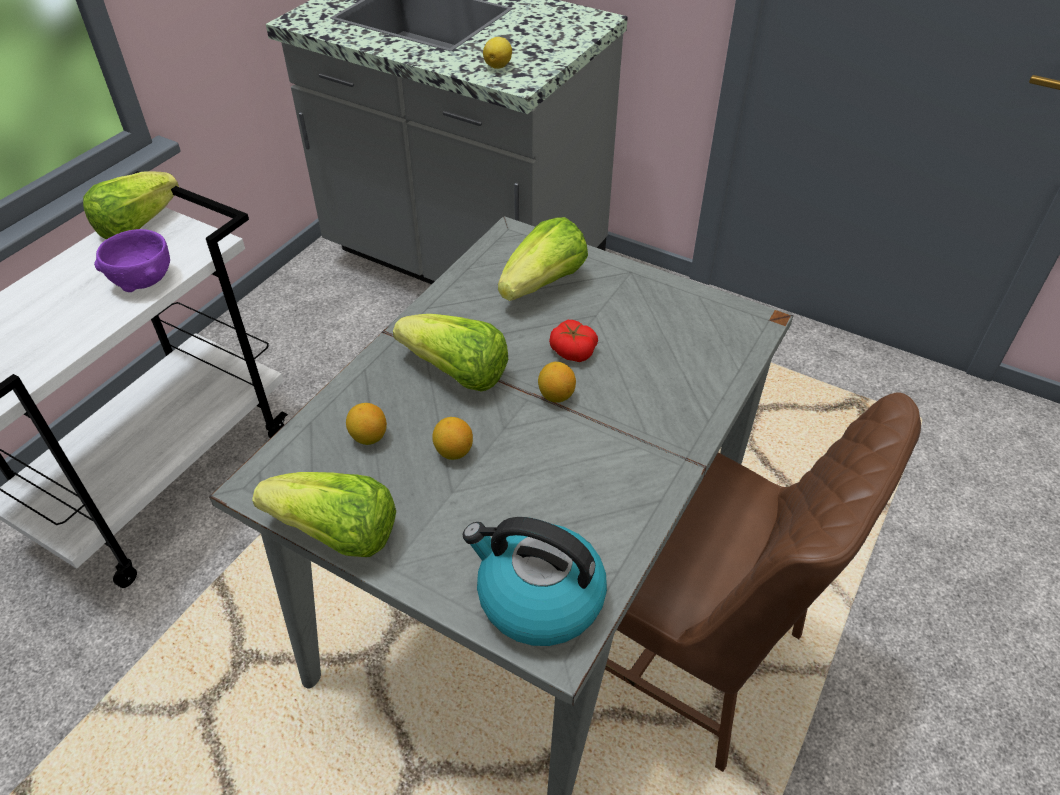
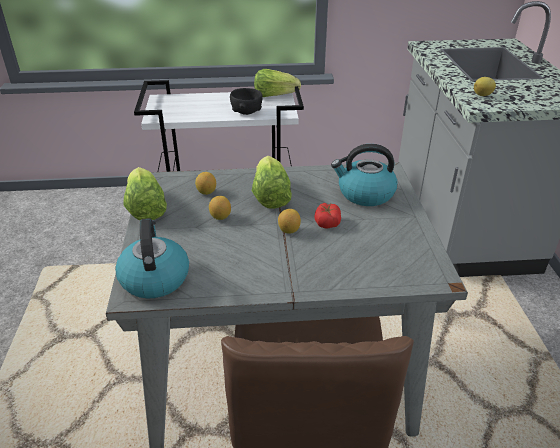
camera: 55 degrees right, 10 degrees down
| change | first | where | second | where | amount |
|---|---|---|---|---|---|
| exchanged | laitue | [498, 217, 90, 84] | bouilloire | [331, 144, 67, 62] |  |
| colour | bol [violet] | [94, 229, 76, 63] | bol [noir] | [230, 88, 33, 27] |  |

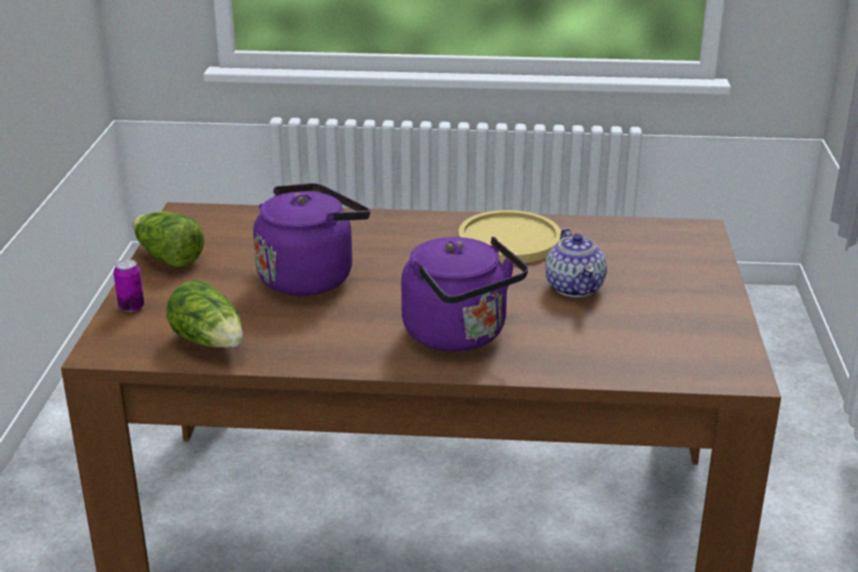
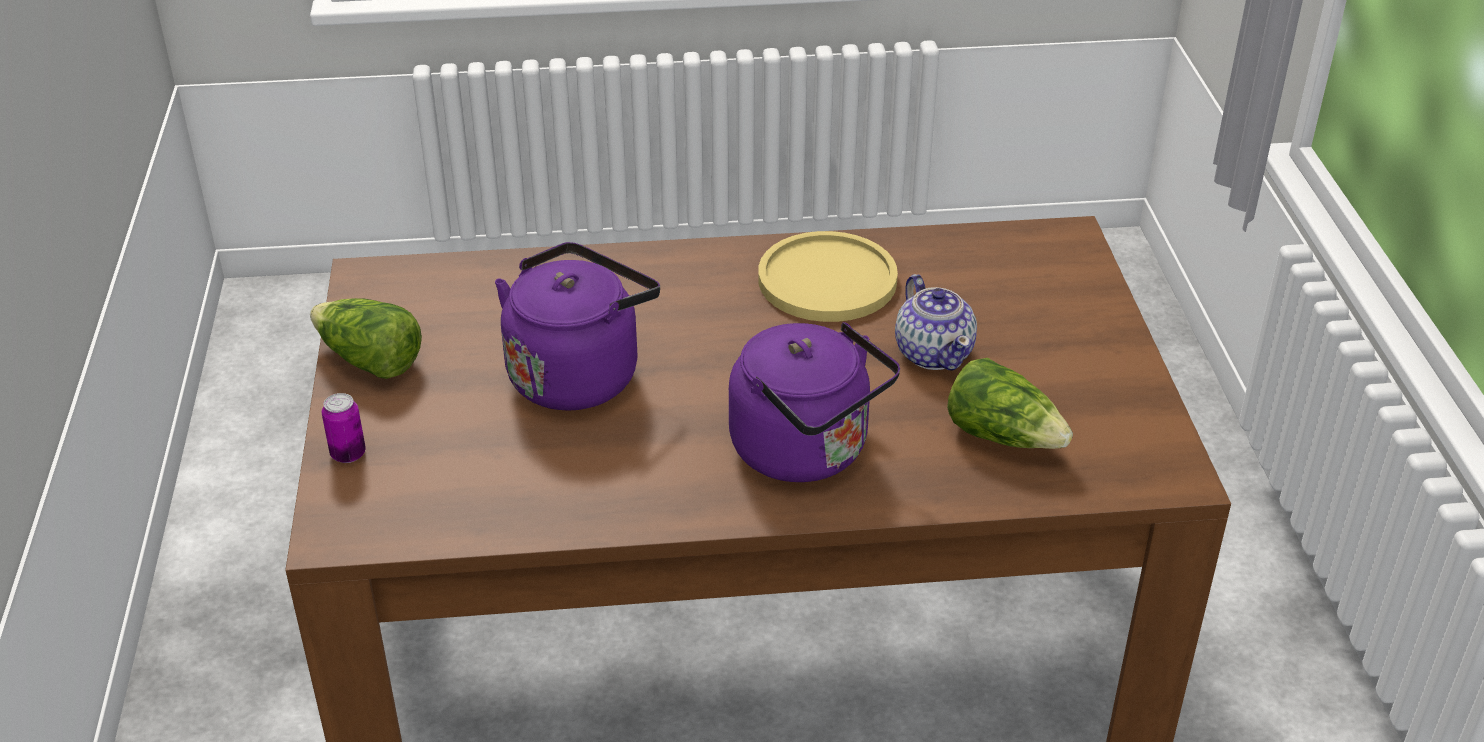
camera: 10 degrees left, 10 degrees up
| change | first | where | second | where | amount |
|---|---|---|---|---|---|
| relocated | laitue | [166, 280, 77, 68] |  | [947, 358, 126, 91] |  |

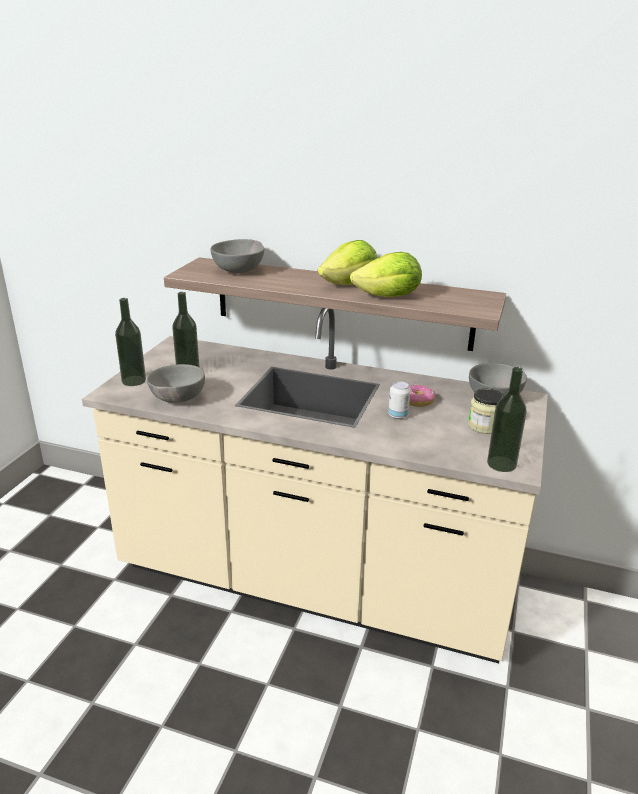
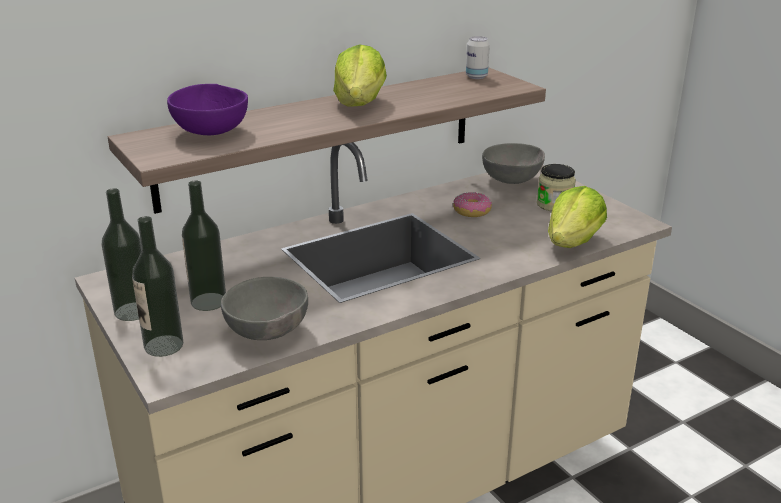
camera: 50 degrees left, 0 degrees up
| change | first | where | second | where | amount |
|---|---|---|---|---|---|
| colour | bol [gris] | [211, 239, 53, 34] | bol [violet] | [167, 84, 81, 51] |  |
| relocated | laitue | [350, 252, 72, 45] |  | [548, 186, 59, 62] |  |
| relocated | bouteille | [487, 367, 40, 105] |  | [101, 188, 41, 133] |  |
| relocated | boîte métallique | [388, 381, 22, 38] |  | [466, 36, 24, 43] |  |

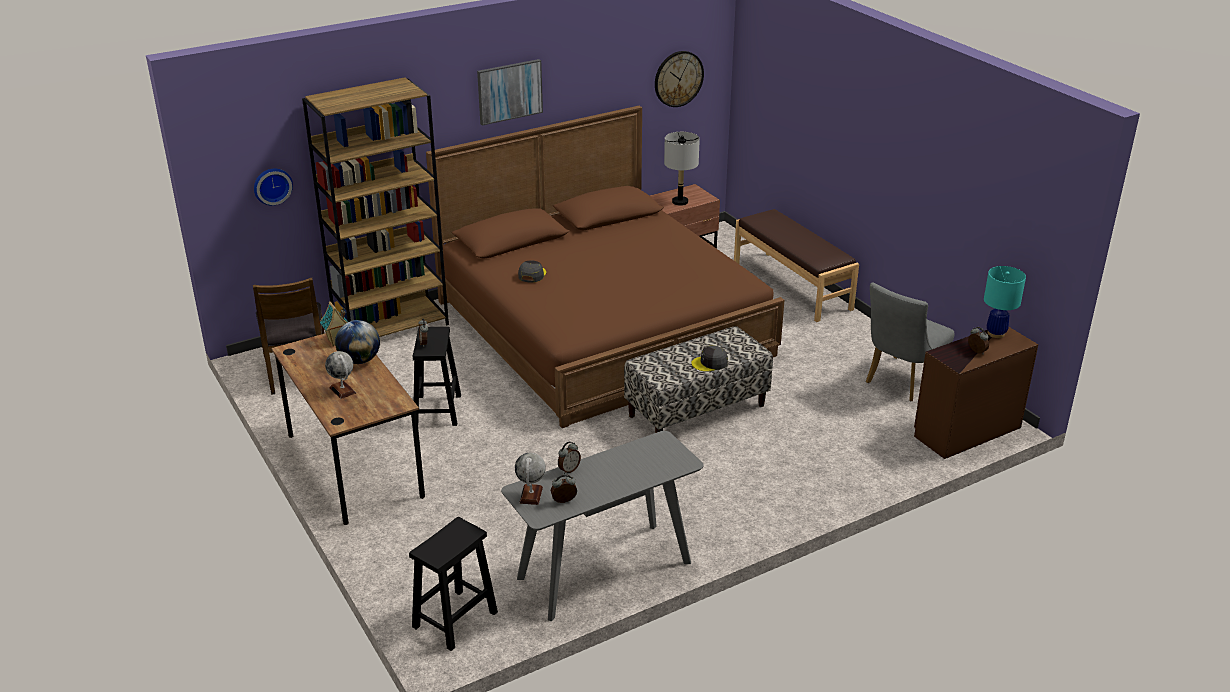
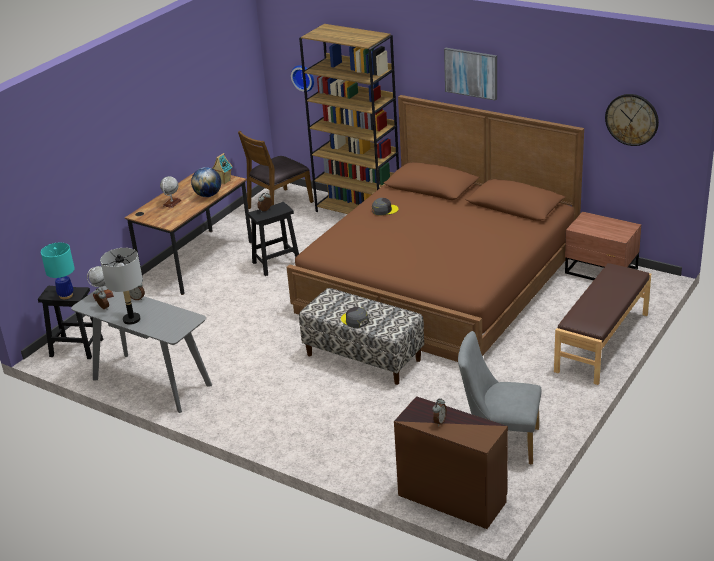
camera: 65 degrees right, 0 degrees up
| change | first | where | second | where | amount |
|---|---|---|---|---|---|
| relocated | lampe de table [gris] | [664, 132, 36, 74] |  | [100, 248, 43, 77] |  |
| relocated | lampe de table [turquoise] | [984, 266, 42, 72] |  | [41, 243, 34, 56] |  |

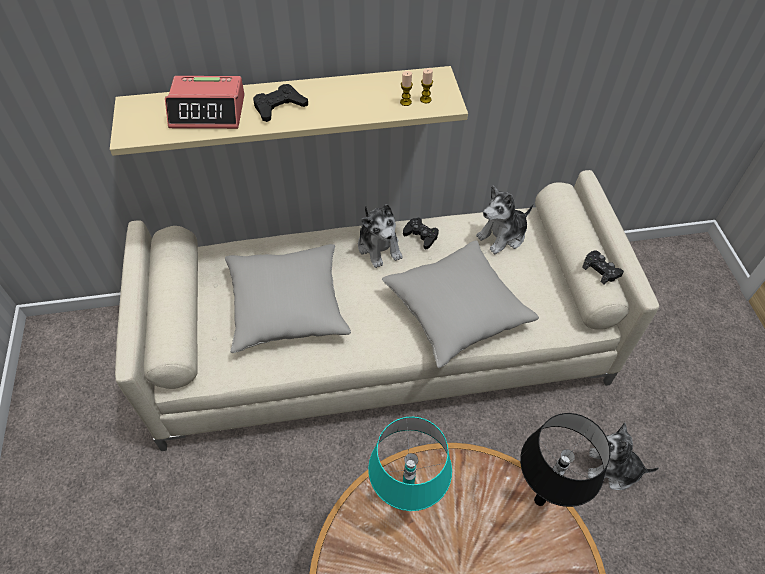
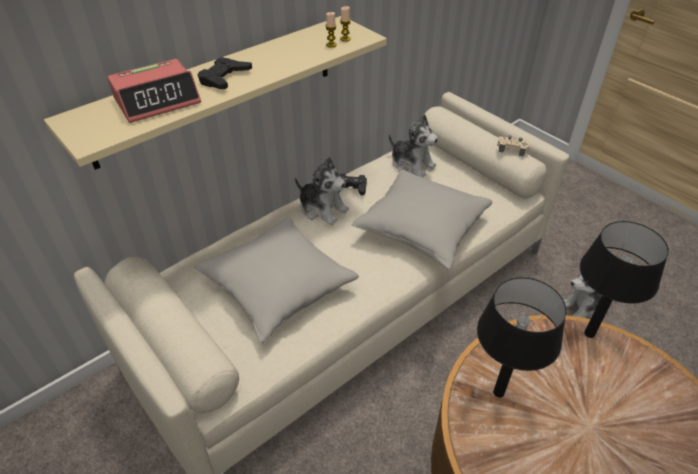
camera: 30 degrees left, 10 degrees down
| change | first | where | second | where | amount |
|---|---|---|---|---|---|
| spun | peluche | [476, 185, 57, 69] |  | [389, 114, 49, 64] | 75 degrees counterclockwise |
| colour | manette [noir] | [582, 250, 42, 34] | manette [beige] | [497, 135, 34, 21] |  |
| colour | lampe de table [turquoise] | [368, 417, 84, 94] | lampe de table [noir] | [477, 277, 89, 121] |  |

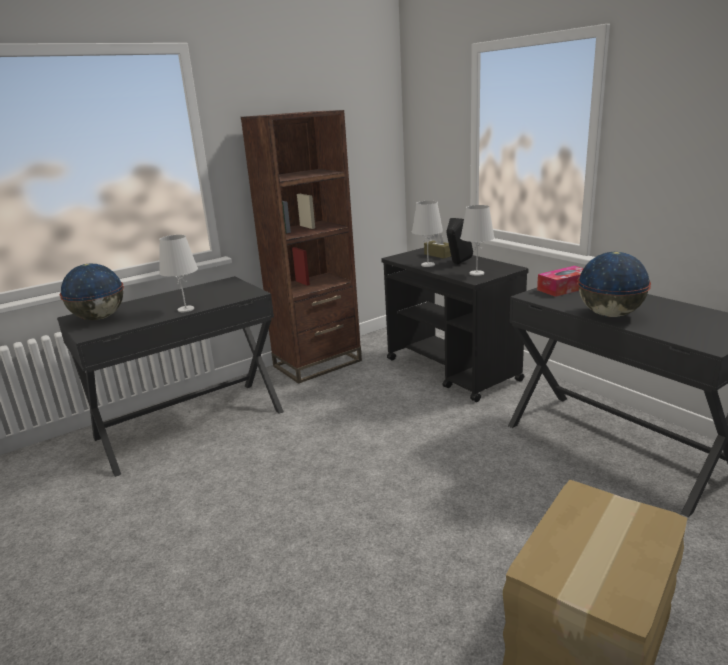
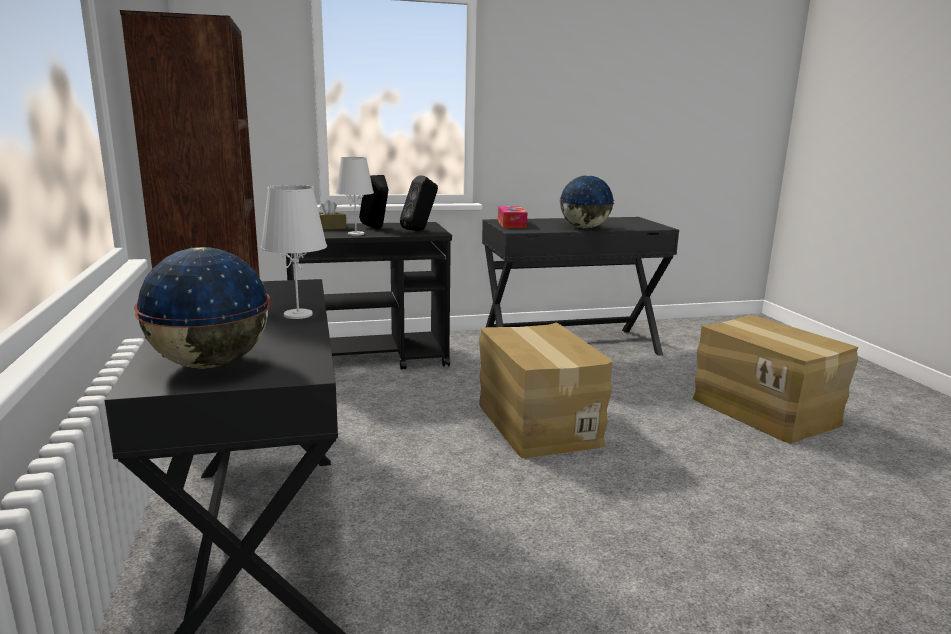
camera: 70 degrees left, 5 degrees down
| change | first | where | second | where | amount |
|---|---|---|---|---|---|
| exchanged | lampe de table [blanc] | [460, 205, 35, 71] | enceinte [noir] | [400, 176, 38, 55] |  |
| appeared |  |  | carton | [479, 323, 134, 135] |  |

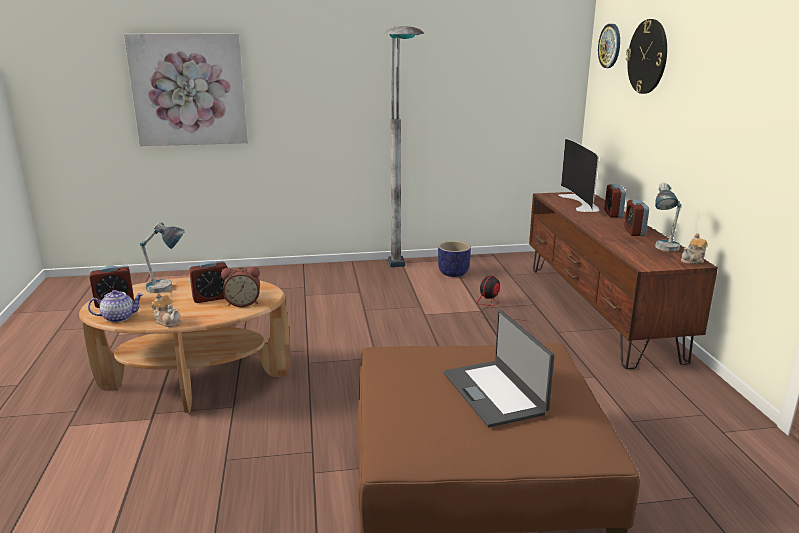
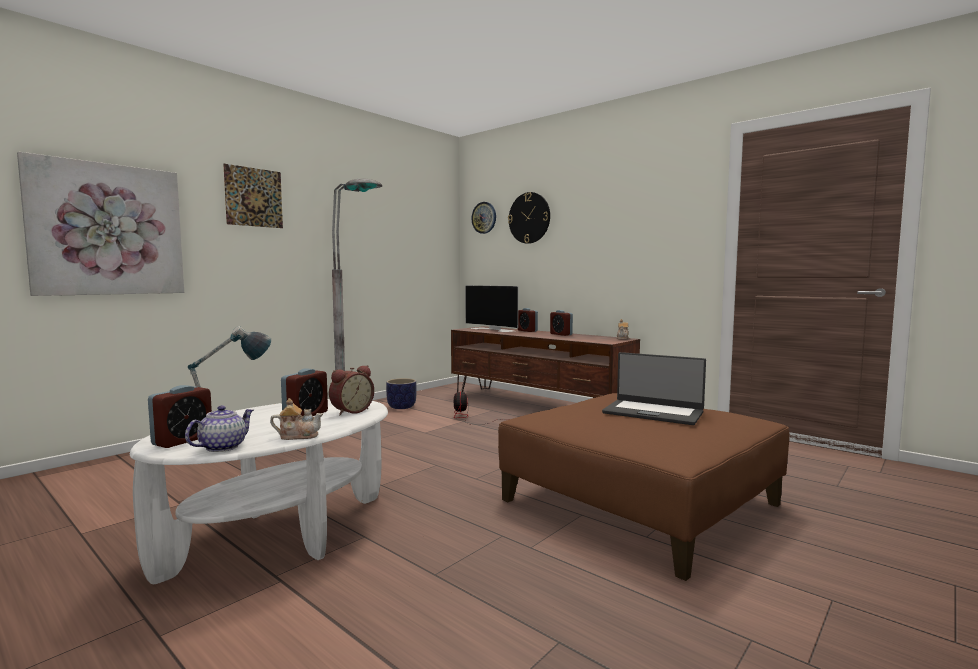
camera: 40 degrees left, 15 degrees down
| change | first | where | second | where | amount |
|---|---|---|---|---|---|
| missing | lampe de table | [655, 183, 26, 68] |  |  |  |
| colour | table basse [marron] | [79, 277, 211, 136] | table basse [blanc] | [130, 399, 258, 185] |  |
| appeared |  |  | tableau | [223, 164, 60, 64] |  |

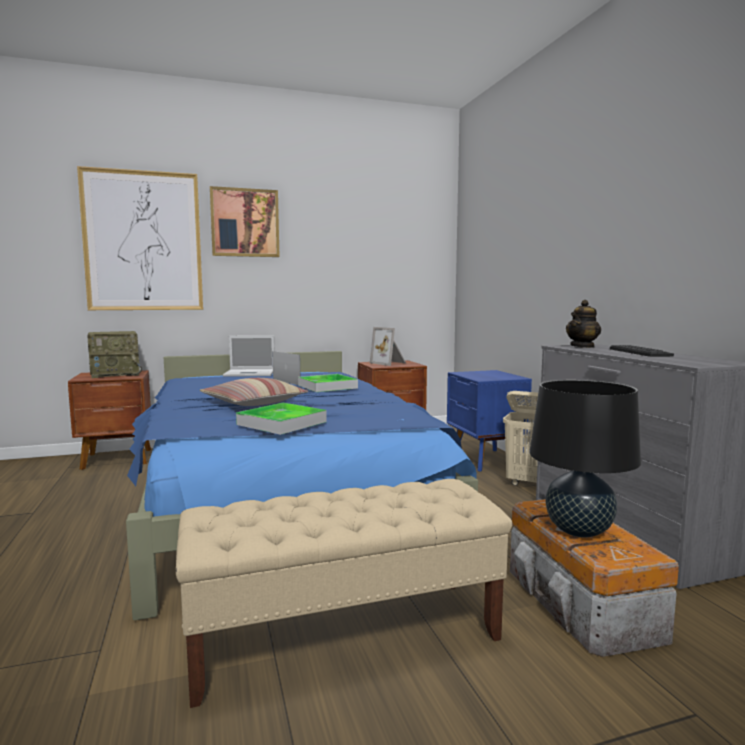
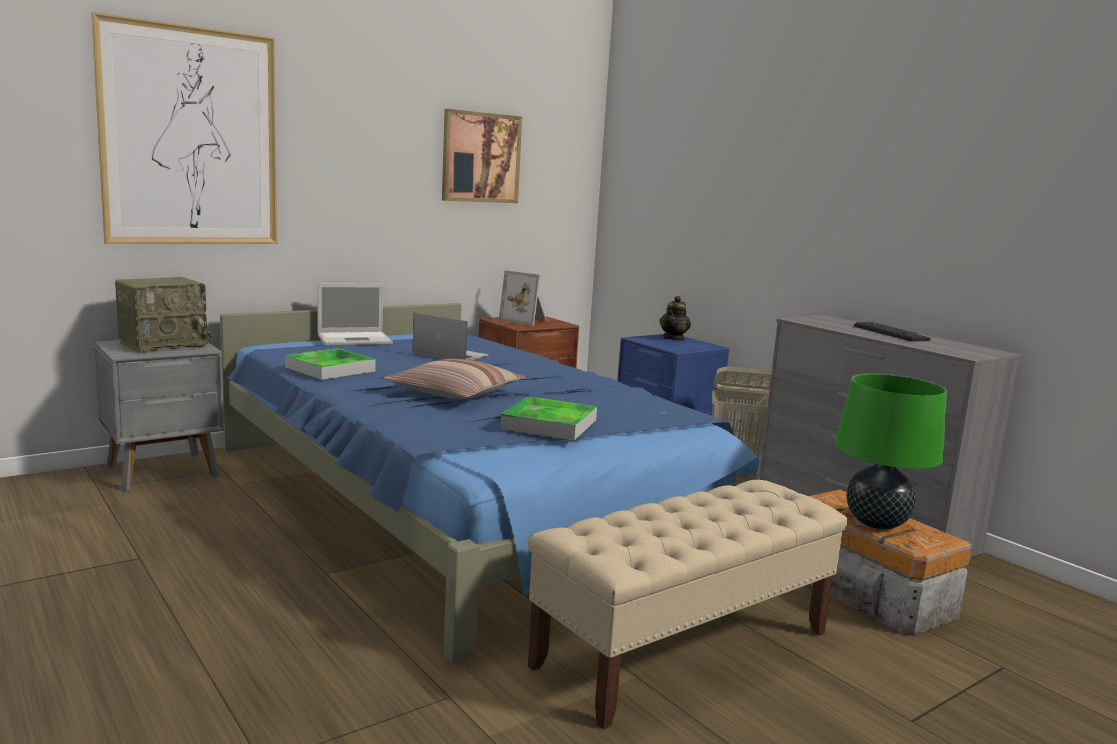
camera: 20 degrees left, 5 degrees up
| change | first | where | second | where | amount |
|---|---|---|---|---|---|
| relocated | tableau | [210, 186, 70, 71] |  | [442, 109, 80, 94] |  |
| relocated | théière | [566, 300, 35, 48] |  | [660, 296, 31, 45] |  |
| colour | table de chevet [marron] | [68, 370, 83, 100] | table de chevet [gris] | [94, 340, 130, 151] |  |
| relocated | plateau | [298, 374, 60, 18] |  | [285, 348, 91, 32] |  |
| colour | lampe de table [noir] | [529, 380, 112, 158] | lampe de table [vert] | [835, 373, 112, 157] |  |

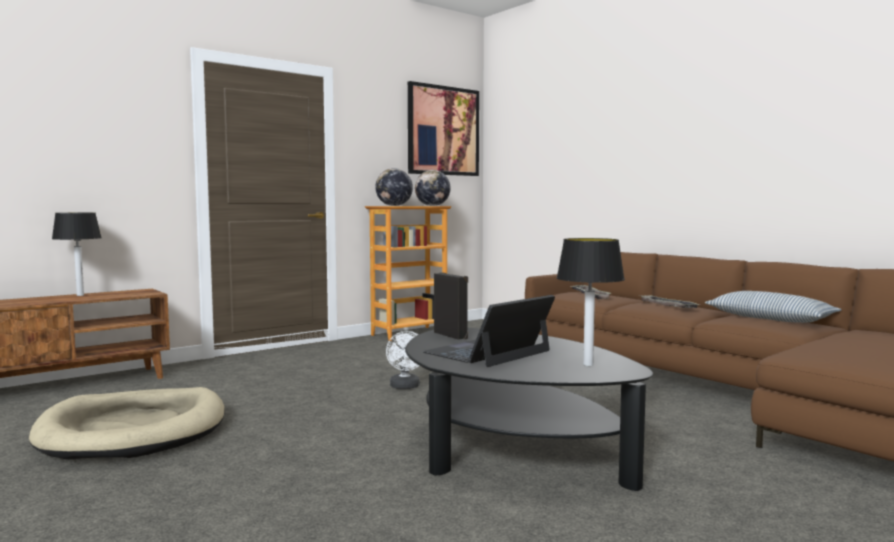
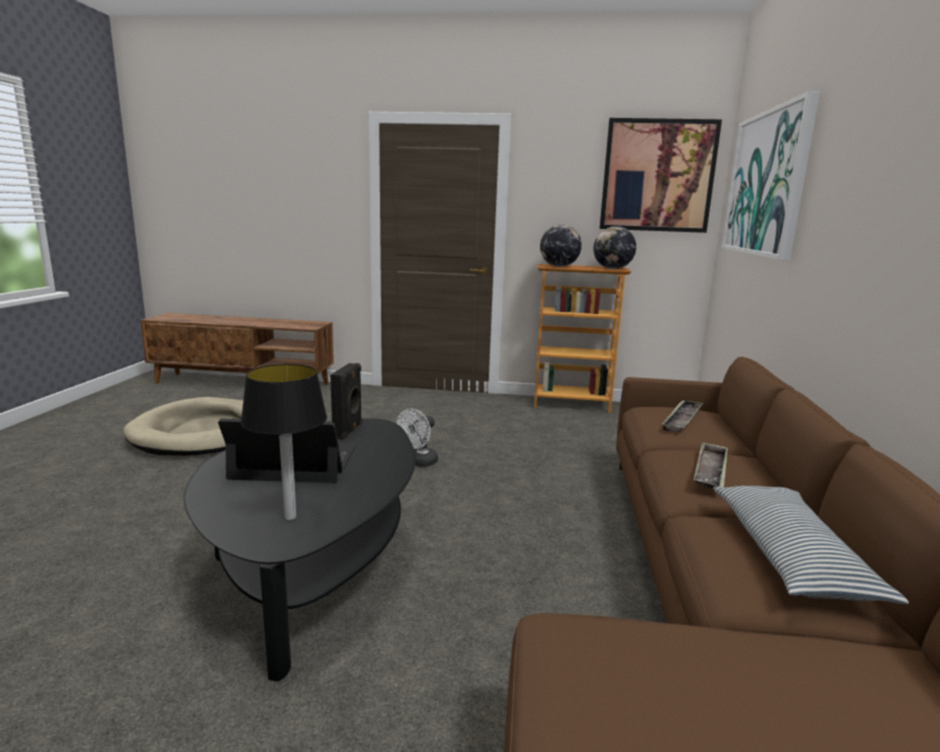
camera: 45 degrees right, 10 degrees up
| change | first | where | second | where | amount |
|---|---|---|---|---|---|
| missing | lampe de table | [52, 213, 50, 83] |  |  |  |
| appeared |  |  | tableau | [721, 91, 99, 169] |  |

